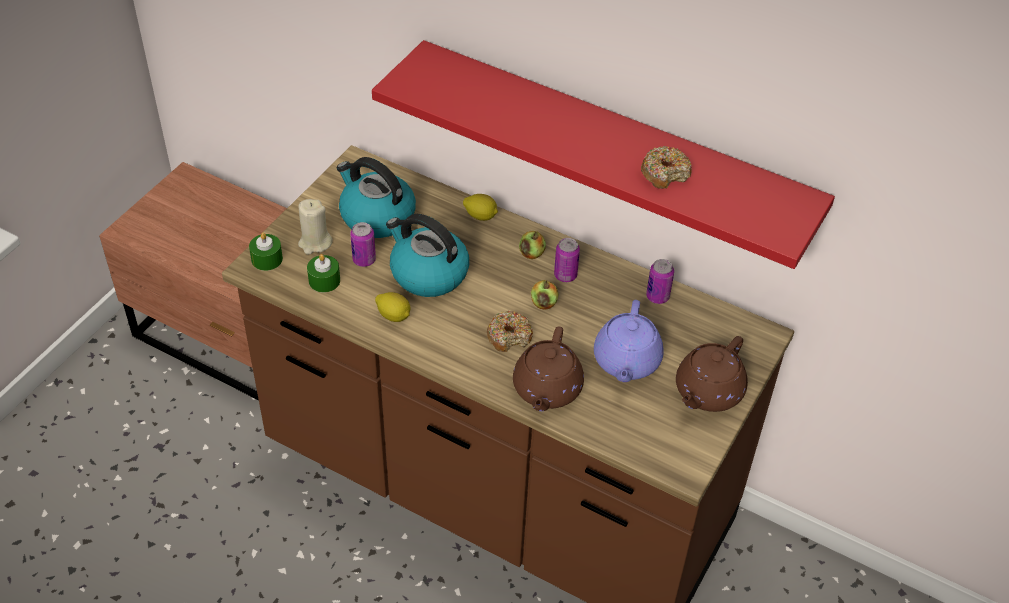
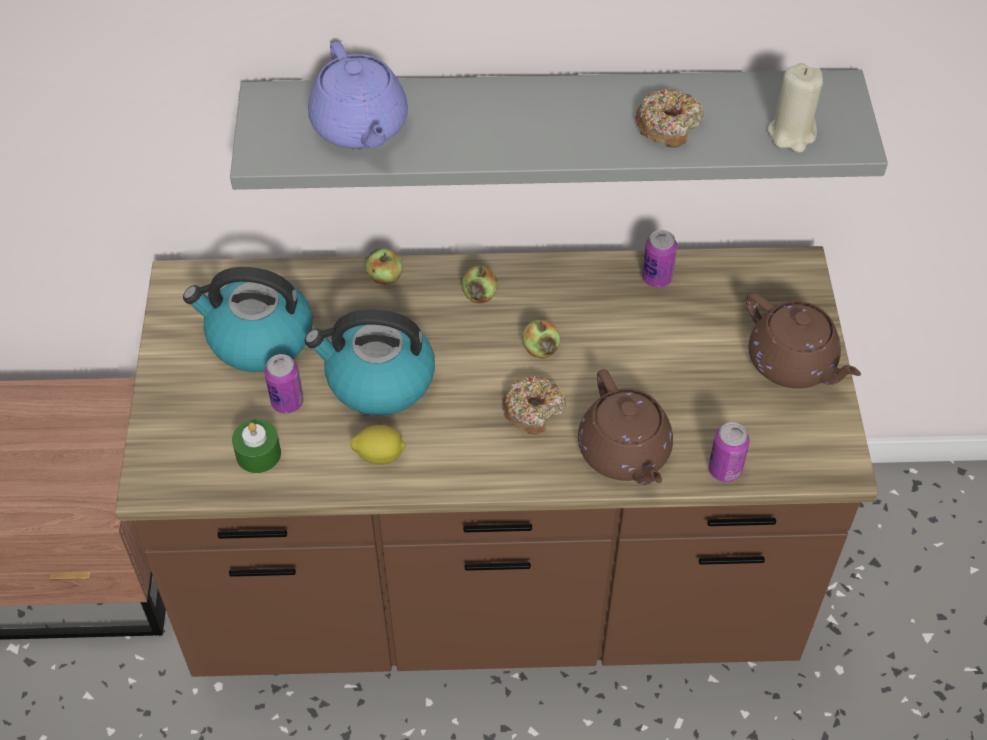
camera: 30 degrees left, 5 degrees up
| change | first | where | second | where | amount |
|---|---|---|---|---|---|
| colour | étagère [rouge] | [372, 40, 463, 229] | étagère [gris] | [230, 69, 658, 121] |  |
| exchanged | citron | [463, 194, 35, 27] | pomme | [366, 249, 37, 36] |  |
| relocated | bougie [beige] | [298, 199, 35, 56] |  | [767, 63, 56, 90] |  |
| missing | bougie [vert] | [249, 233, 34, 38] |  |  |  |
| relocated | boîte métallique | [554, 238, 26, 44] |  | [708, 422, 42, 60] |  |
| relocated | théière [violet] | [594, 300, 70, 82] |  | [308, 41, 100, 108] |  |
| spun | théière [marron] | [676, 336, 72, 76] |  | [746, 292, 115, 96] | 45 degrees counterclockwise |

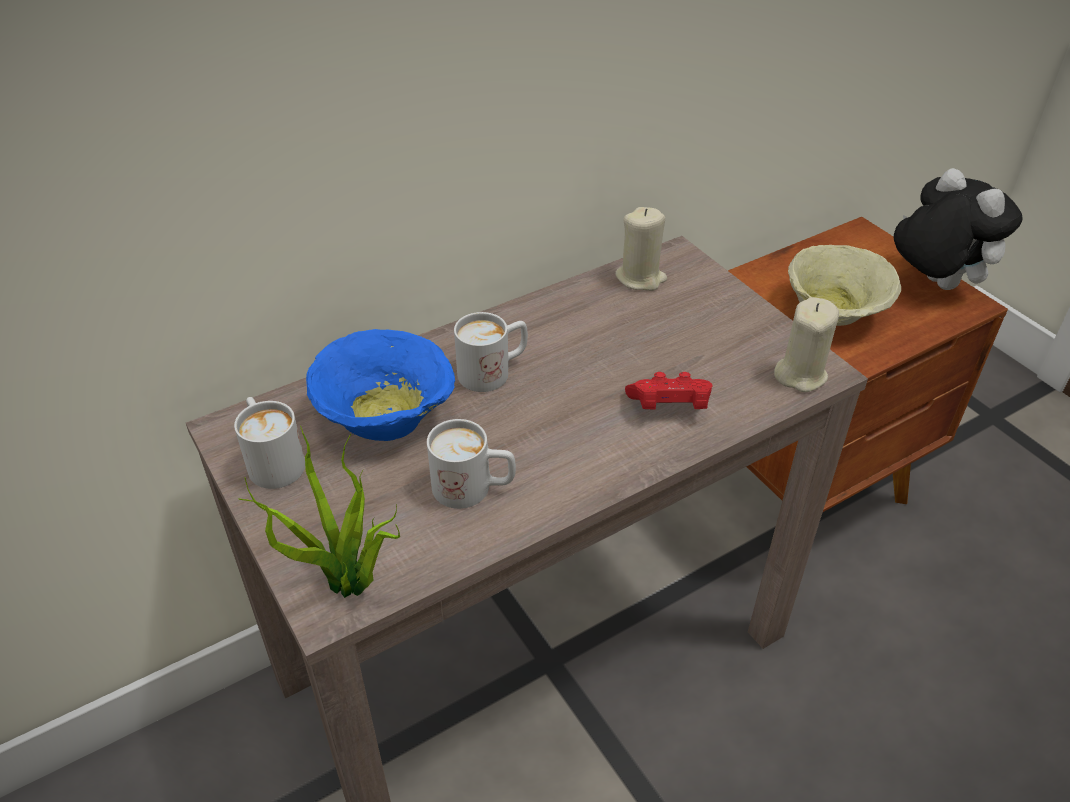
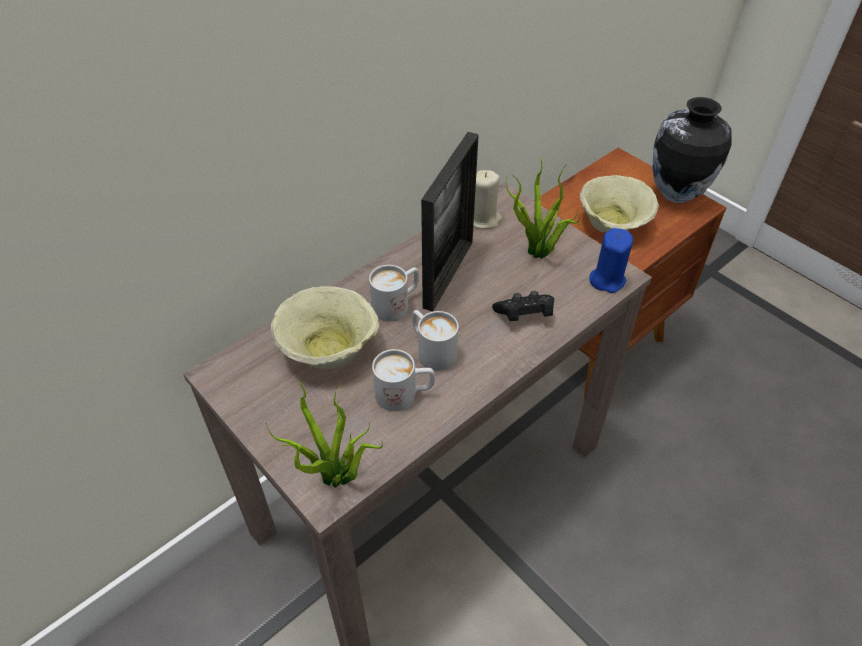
camera: 10 degrees left, 5 degrees up
| change | first | where | second | where | amount |
|---|---|---|---|---|---|
| exchanged | peluche | [894, 168, 129, 122] | vase | [652, 97, 80, 106] |  |
| colour | bougie [beige] | [774, 297, 65, 95] | bougie [bleu] | [589, 228, 44, 65] |  |
| colour | bol [bleu] | [306, 329, 149, 112] | bol [beige] | [271, 287, 108, 82] |  |
| colour | manette [rouge] | [625, 372, 88, 38] | manette [noir] | [492, 291, 63, 30] |  |
| relocated | mug [blanc] | [234, 397, 71, 92] |  | [412, 310, 47, 61] |  |
| appeared |  |  | cadre photo | [421, 132, 58, 180] |  |
| appeared |  |  | plante en pot | [506, 157, 74, 102] |  |

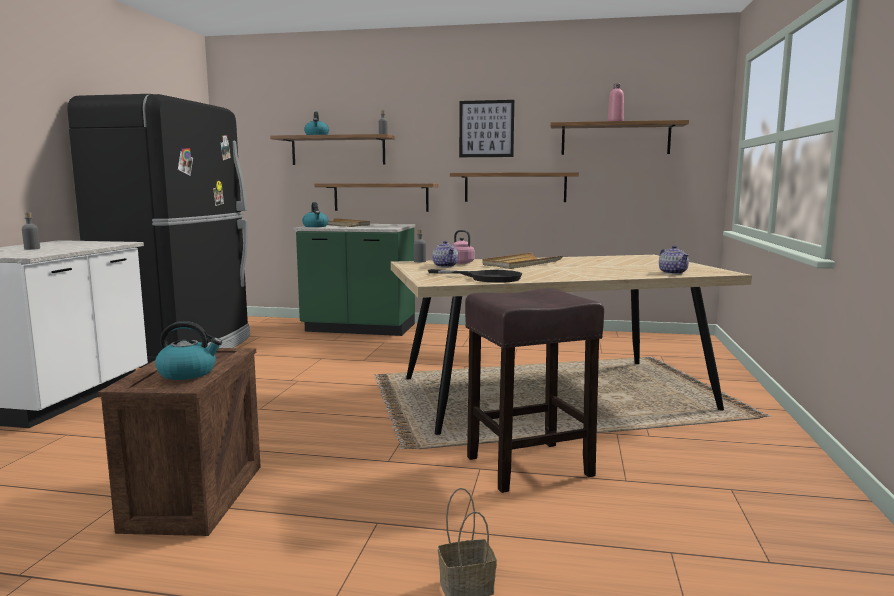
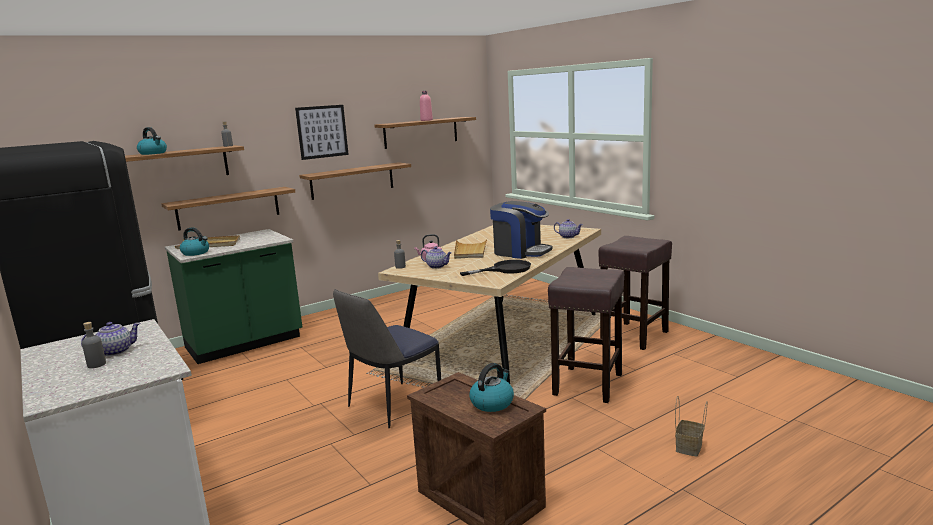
camera: 45 degrees left, 5 degrees up
| change | first | where | second | where | amount |
|---|---|---|---|---|---|
| appeared |  |  | machine à café | [490, 201, 63, 58] |  |
| appeared |  |  | tabouret [marron] | [598, 236, 74, 114] |  |
| appeared |  |  | chaise | [333, 289, 108, 139] |  |
| appeared |  |  | théière | [81, 322, 60, 34] |  |

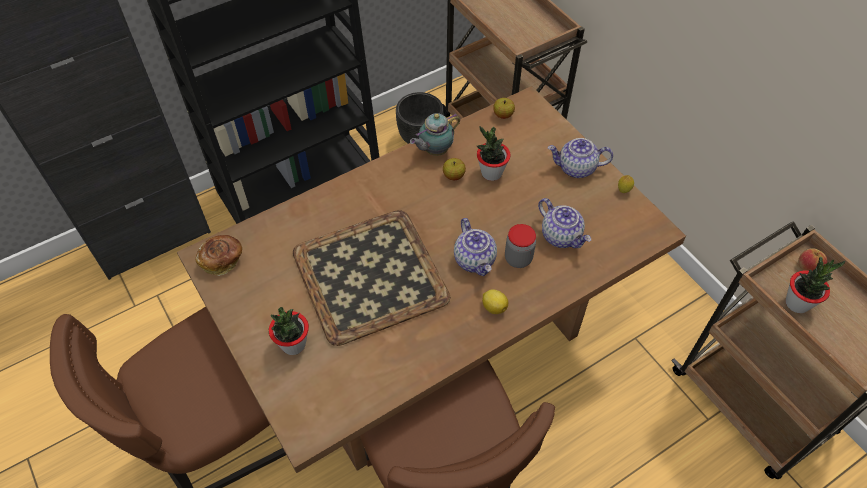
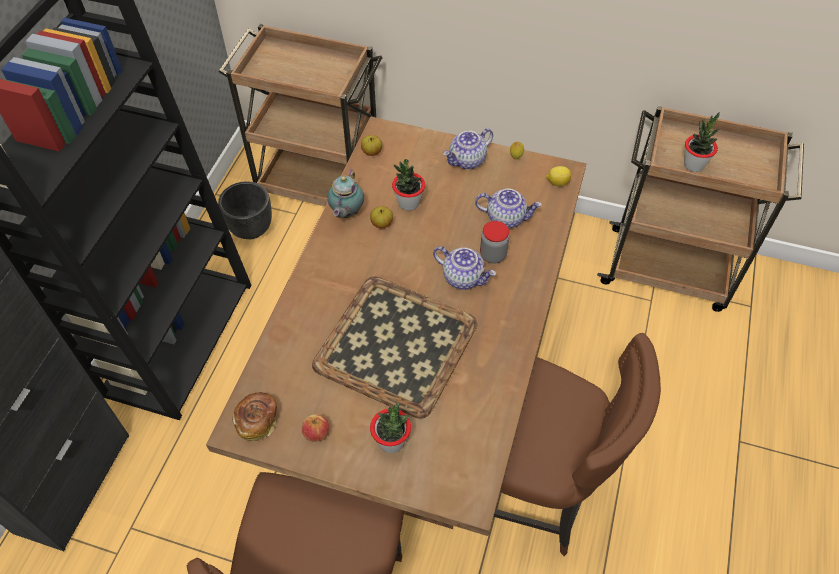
camera: 40 degrees left, 0 degrees up
| change | first | where | second | where | amount |
|---|---|---|---|---|---|
| relocated | pomme | [798, 248, 29, 24] |  | [302, 414, 28, 28] |  |
| relocated | citron | [482, 289, 26, 25] |  | [546, 166, 25, 20] |  |

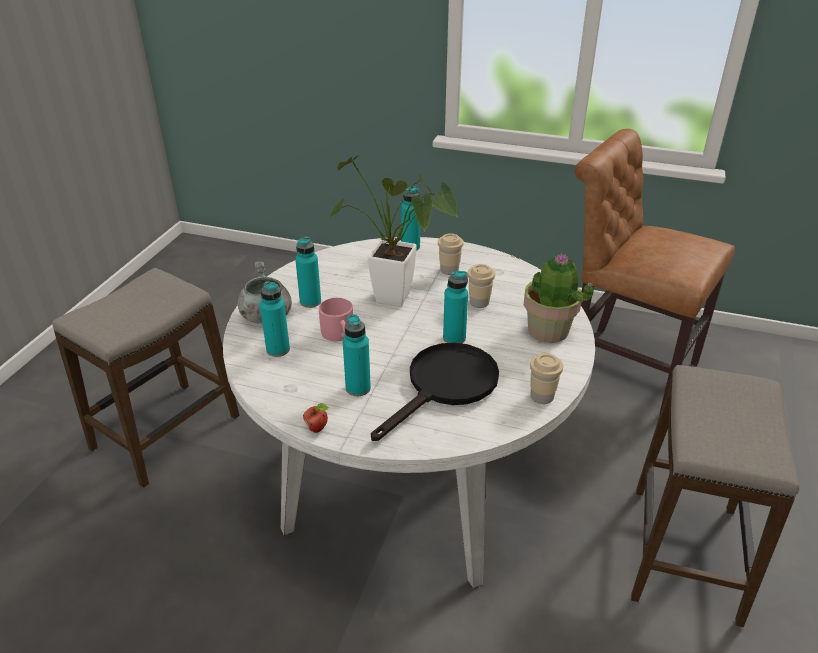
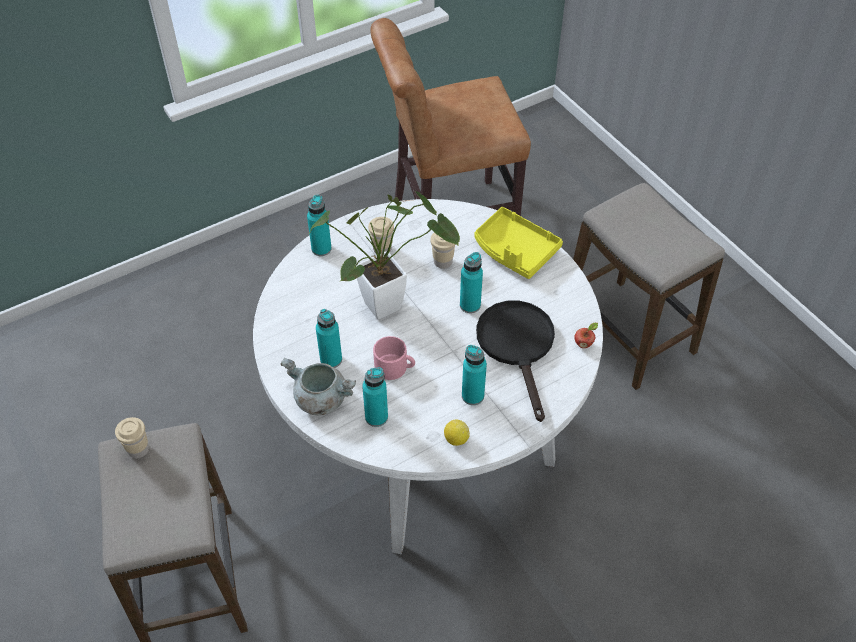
camera: 50 degrees left, 15 degrees up
| change | first | where | second | where | amount |
|---|---|---|---|---|---|
| exchanged | plante en pot | [524, 253, 70, 90] | plateau [jaune] | [475, 207, 88, 72] |  |
| relocated | tasse [beige] | [530, 353, 33, 51] |  | [115, 417, 34, 41] |  |
| relocated | pomme | [303, 403, 26, 30] |  | [574, 323, 24, 25] |  |
| appeared |  |  | citron | [444, 419, 26, 27] |  |

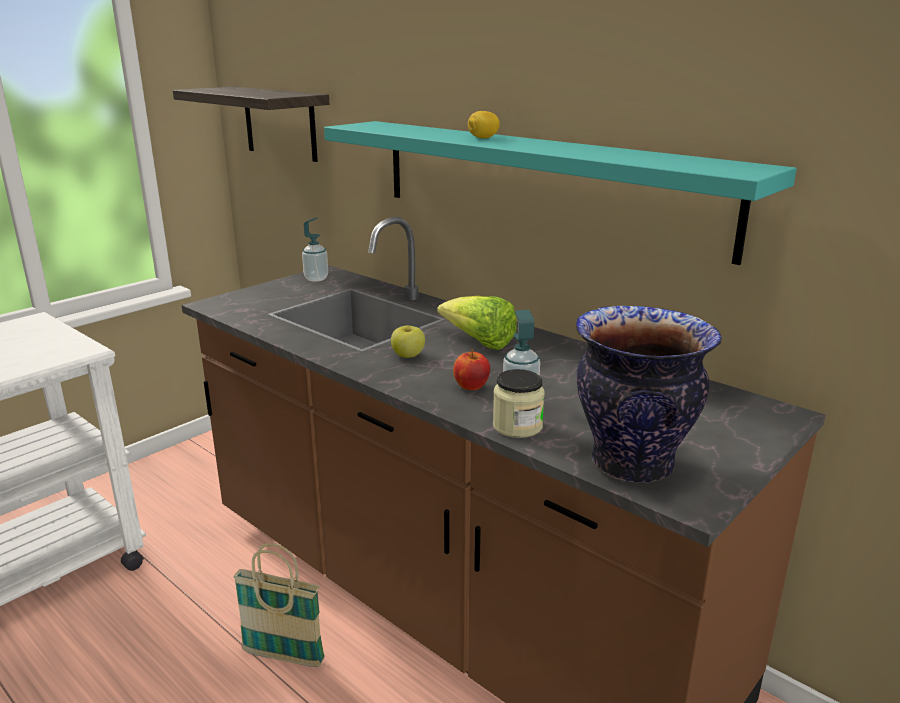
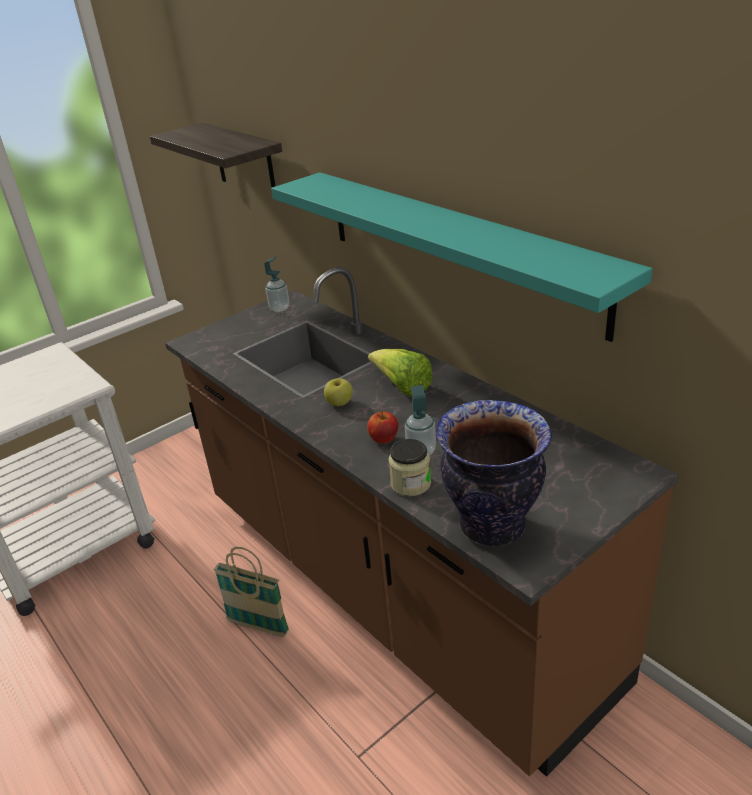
camera: 10 degrees right, 10 degrees up
| change | first | where | second | where | amount |
|---|---|---|---|---|---|
| missing | citron | [468, 111, 32, 27] |  |  |  |

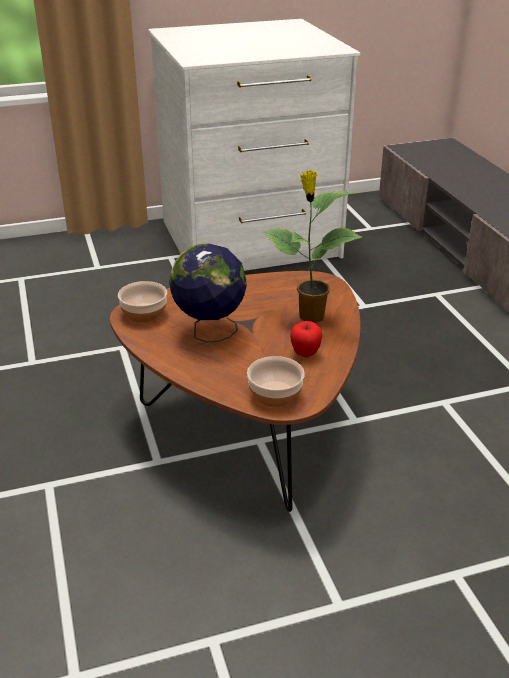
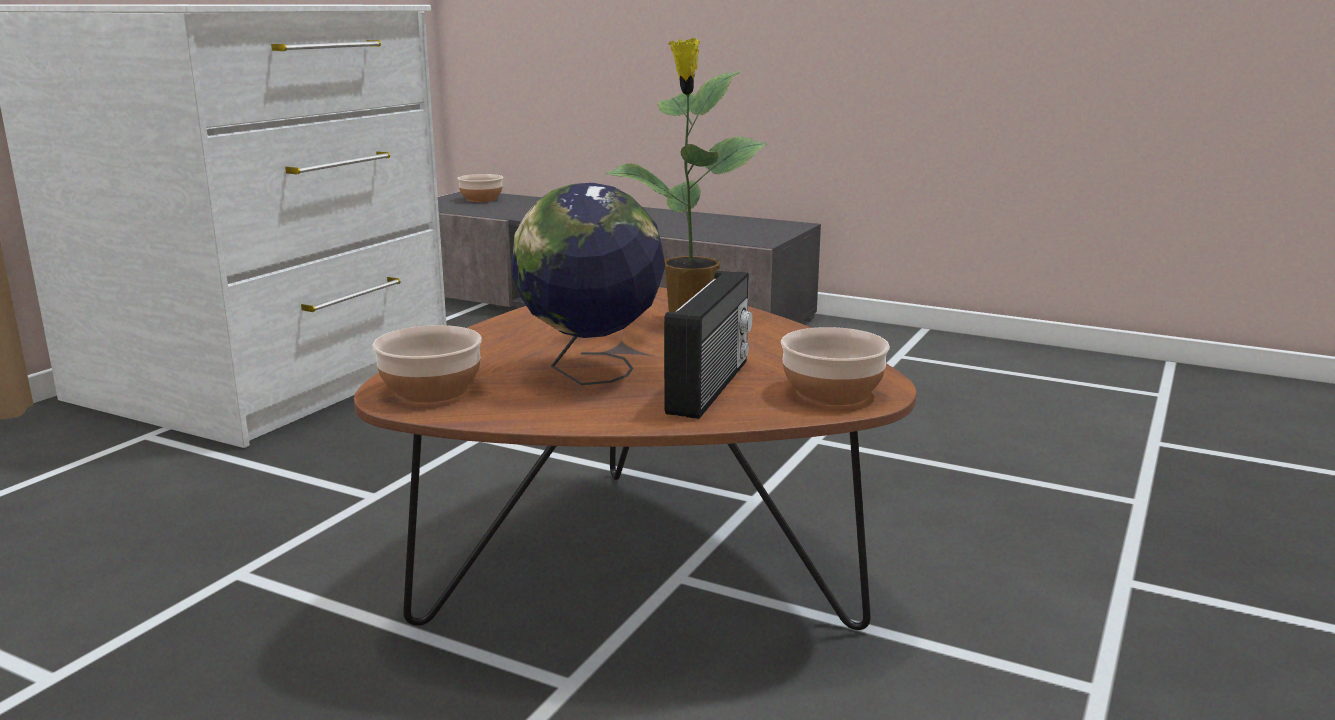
camera: 45 degrees left, 15 degrees down
| change | first | where | second | where | amount |
|---|---|---|---|---|---|
| missing | pomme | [290, 321, 33, 36] |  |  |  |
| appeared |  |  | bol | [457, 174, 46, 28] |  |
| appeared |  |  | radio | [664, 271, 88, 148] |  |

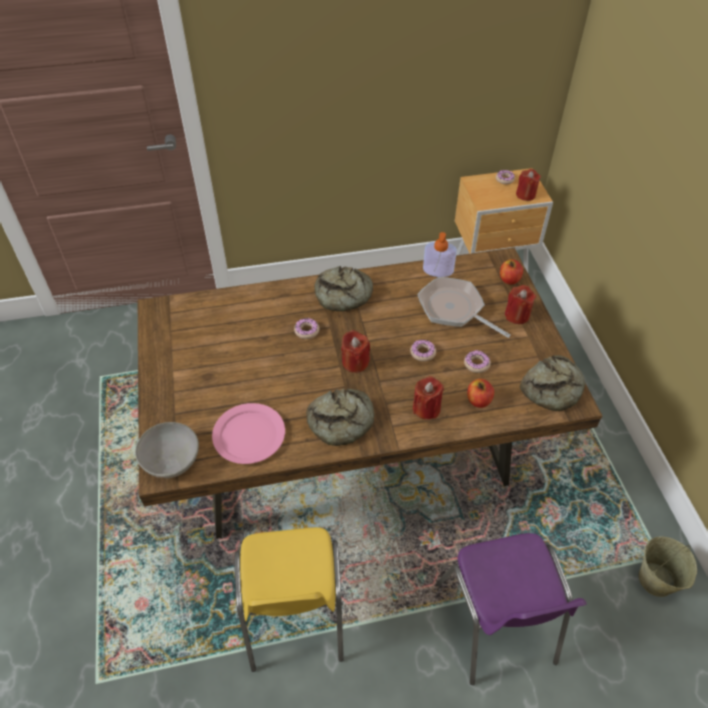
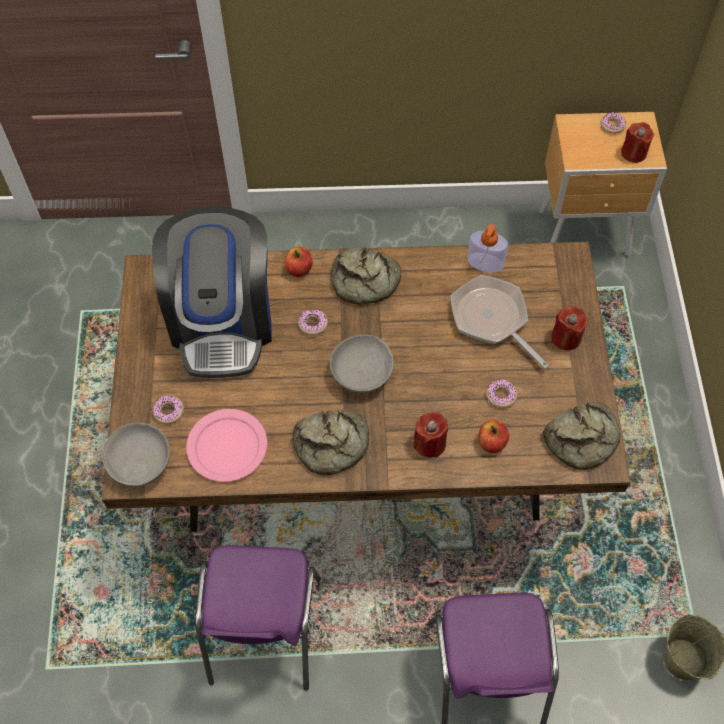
camera: 10 degrees right, 10 degrees up
| change | first | where | second | where | amount |
|---|---|---|---|---|---|
| relocated | pomme | [500, 259, 23, 25] |  | [285, 247, 27, 30] |  |
| exchanged | bougie [rouge] | [341, 330, 29, 43] | bol [gris] | [329, 335, 65, 58] |  |
| relocated | beignet | [410, 340, 26, 22] |  | [153, 396, 31, 28] |  |
| colour | chaise [jaune] | [234, 527, 110, 145] | chaise [violet] | [195, 545, 126, 146] |  |
| appeared |  |  | machine à café | [152, 206, 120, 172] |  |

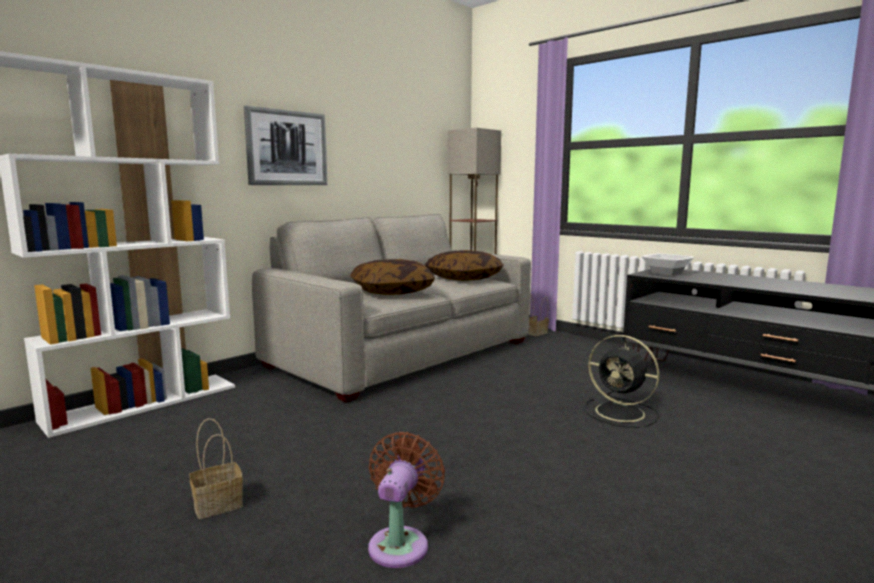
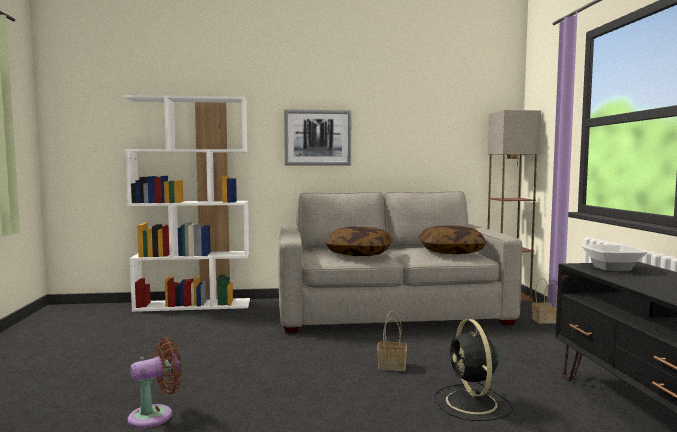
camera: 40 degrees right, 5 degrees down
| change | first | where | second | where | amount |
|---|---|---|---|---|---|
| relocated | panier | [189, 418, 54, 101] |  | [377, 310, 30, 61] |  |

